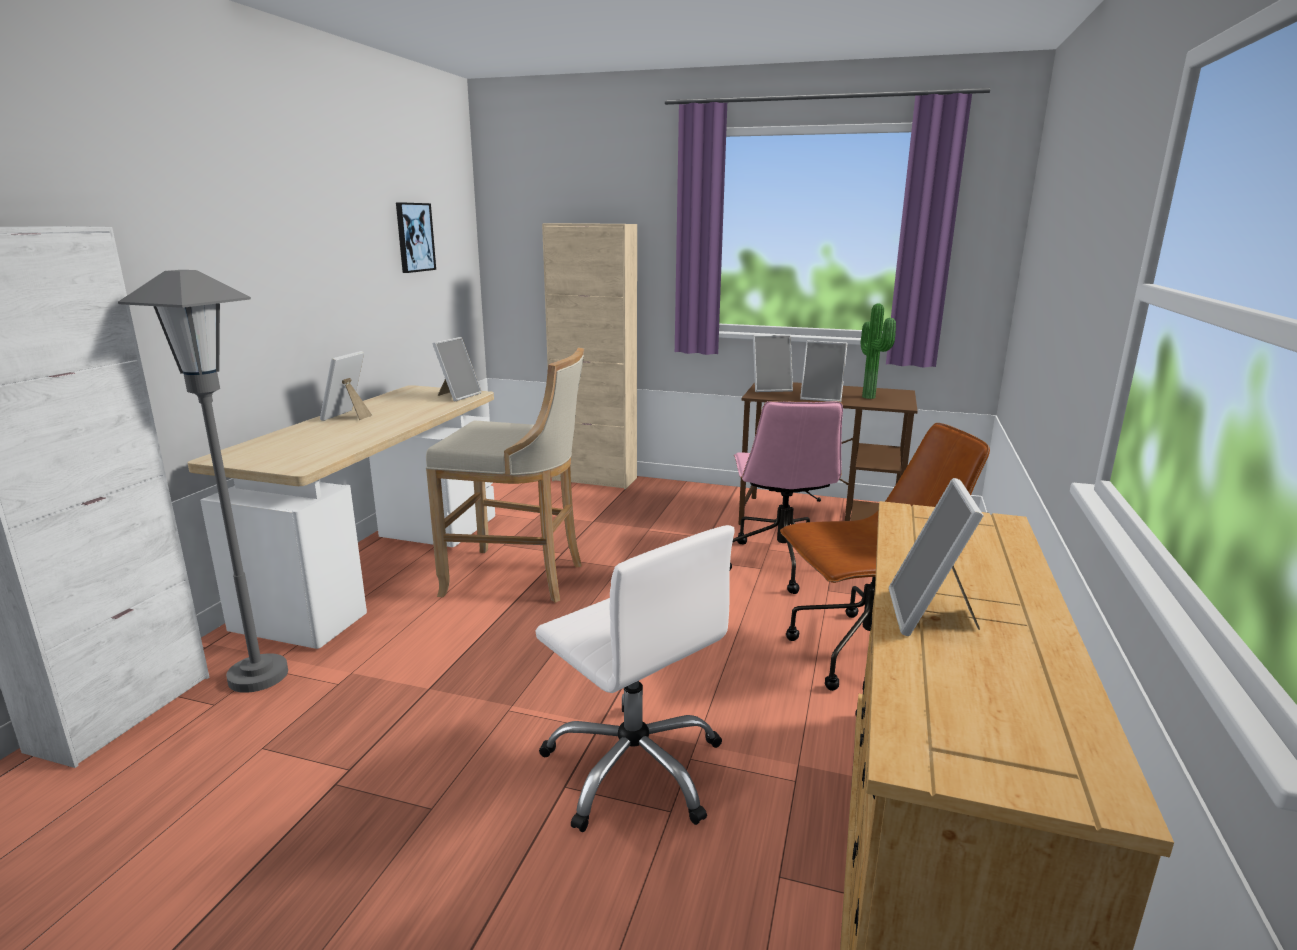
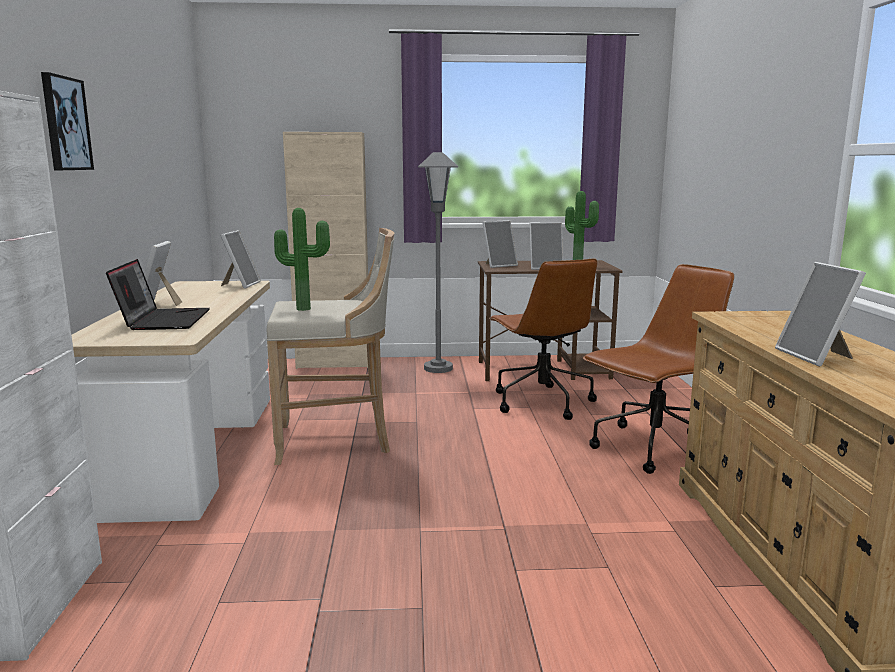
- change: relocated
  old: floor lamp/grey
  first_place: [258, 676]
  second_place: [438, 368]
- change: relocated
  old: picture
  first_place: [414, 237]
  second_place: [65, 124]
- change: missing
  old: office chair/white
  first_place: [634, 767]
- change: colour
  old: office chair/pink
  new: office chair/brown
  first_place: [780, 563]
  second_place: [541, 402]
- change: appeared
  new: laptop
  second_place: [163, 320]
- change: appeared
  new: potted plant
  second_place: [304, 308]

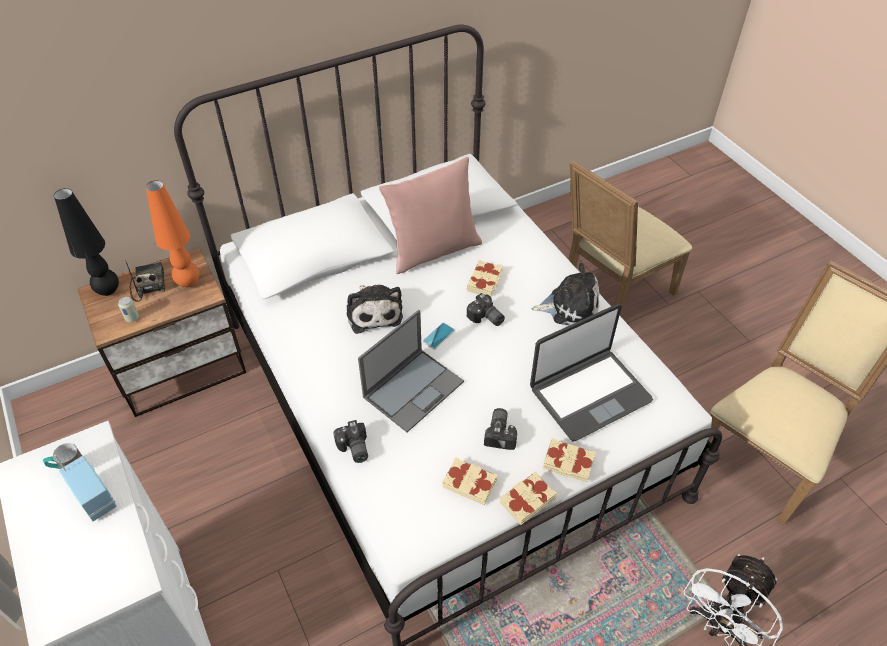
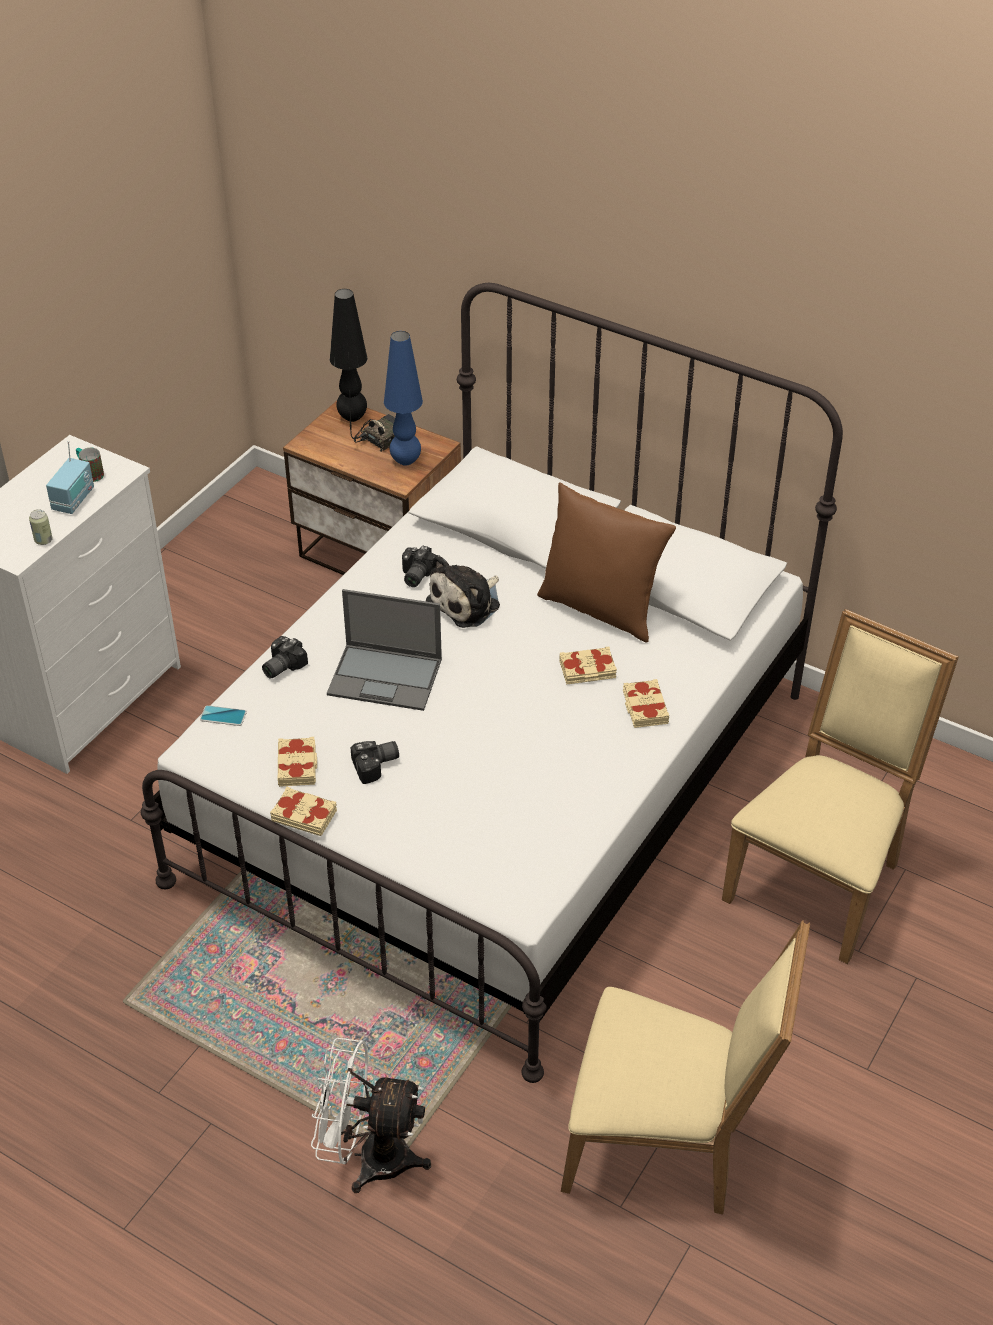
- change: relocated
  old: can
  first_place: [132, 318]
  second_place: [43, 540]
- change: colour
  old: table lamp/orange
  new: table lamp/blue
  first_place: [189, 283]
  second_place: [406, 461]
- change: colour
  old: pillow/pink
  new: pillow/brown
  first_place: [433, 250]
  second_place: [600, 608]
- change: relocated
  old: phone
  first_place: [438, 336]
  second_place: [223, 716]
- change: relocated
  old: photo camera
  first_place: [485, 318]
  second_place: [415, 575]
- change: missing
  old: laptop
  first_place: [589, 394]
- change: missing
  old: plush toy
  first_place: [570, 306]
- change: relocated
  old: book/beige
  first_place: [568, 463]
  second_place: [644, 708]
- change: spun
  old: chair/beige
  first_place: [611, 293]
  second_place: [821, 878]
  degrees: 105

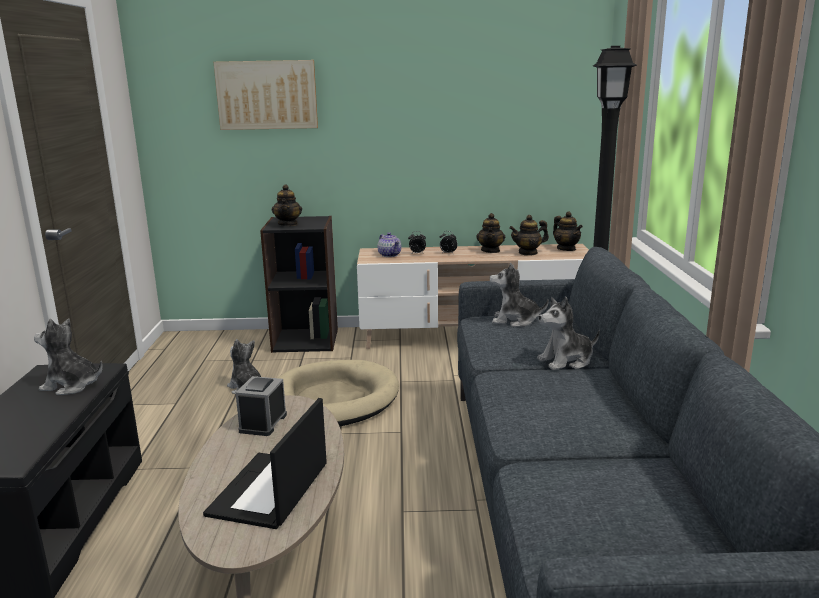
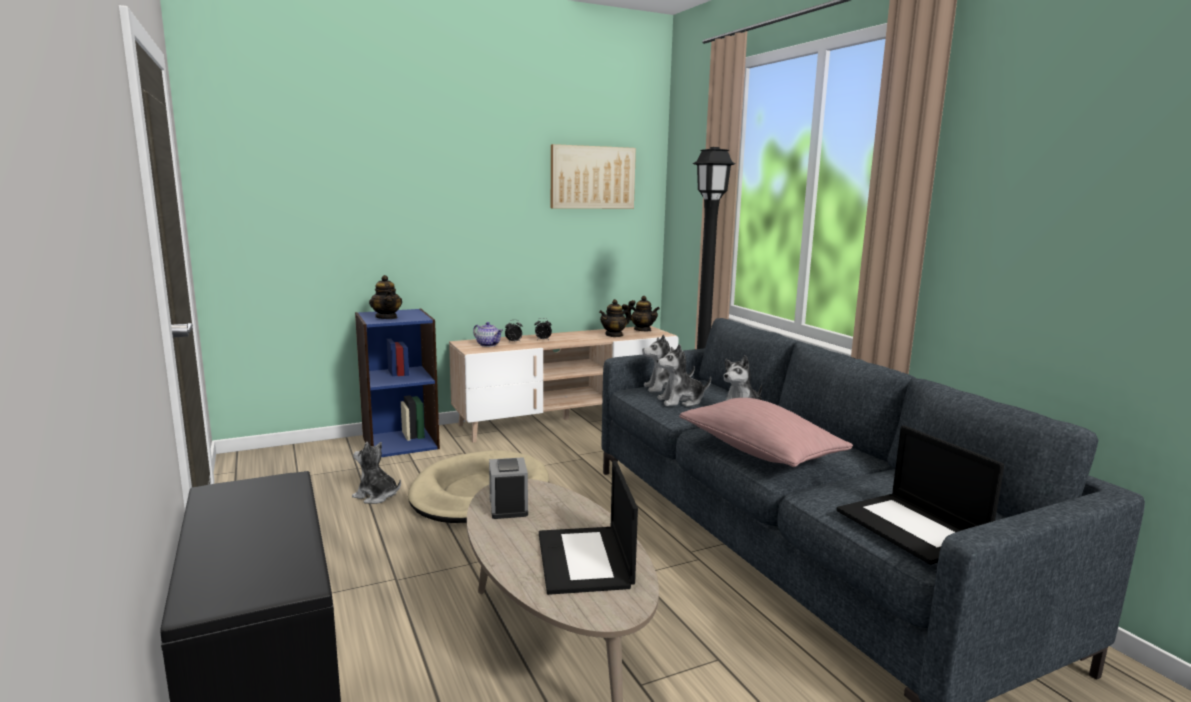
- change: relocated
  old: plush toy
  first_place: [71, 385]
  second_place: [681, 401]
- change: relocated
  old: picture
  first_place: [267, 95]
  second_place: [592, 177]
- change: colour
  old: bookcase/black
  new: bookcase/blue
  first_place: [306, 340]
  second_place: [400, 442]
- change: missing
  old: teapot
  first_place: [490, 250]
- change: appeared
  new: pillow/pink
  second_place: [759, 452]
- change: appeared
  new: laptop
  second_place: [912, 528]

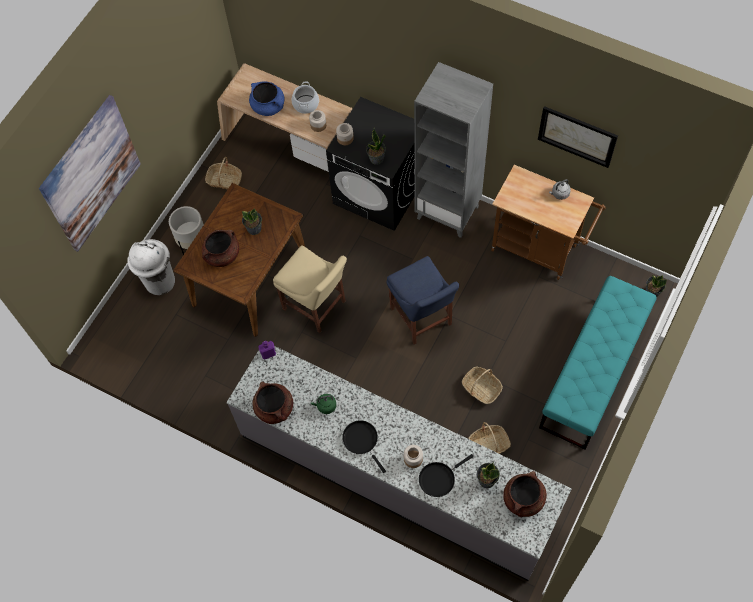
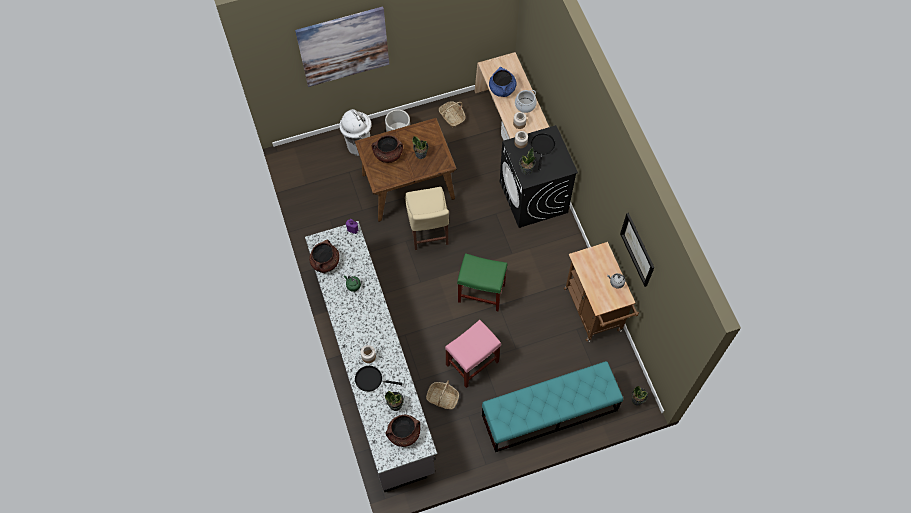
- change: relocated
  old: frying pan/black
  first_place: [362, 441]
  second_place: [542, 147]
- change: exchanged
  old: chair/blue
  new: stool/green
  first_place: [422, 319]
  second_place: [480, 293]
- change: missing
  old: bookcase/grey
  first_place: [448, 212]
- change: exchanged
  old: basket
  new: stool/pink
  first_place: [481, 388]
  second_place: [472, 362]

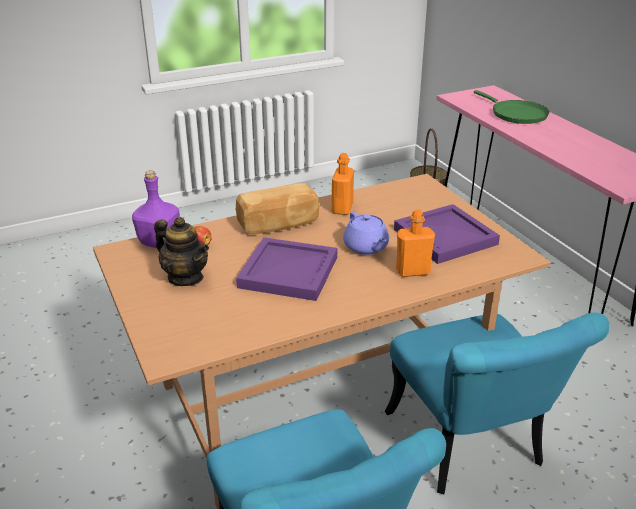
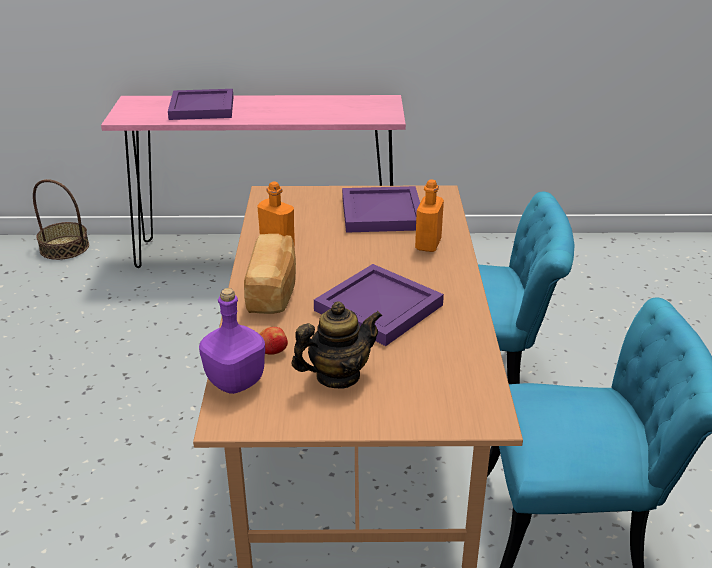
- change: missing
  old: teapot/purple
  first_place: [366, 247]
- change: exchanged
  old: frying pan/green
  new: tray/purple
  first_place: [516, 114]
  second_place: [203, 108]

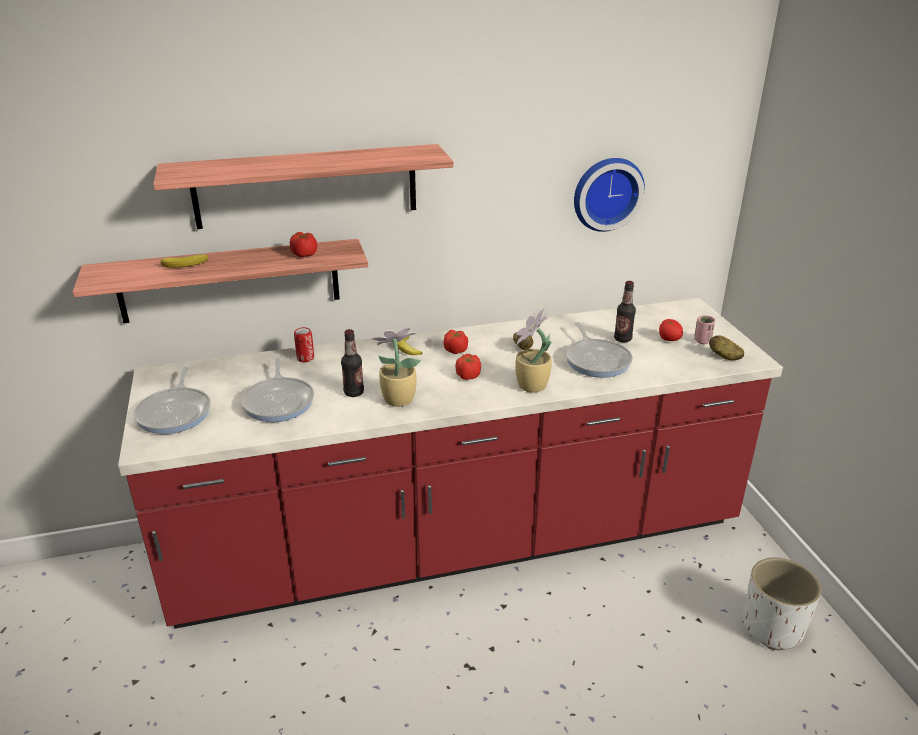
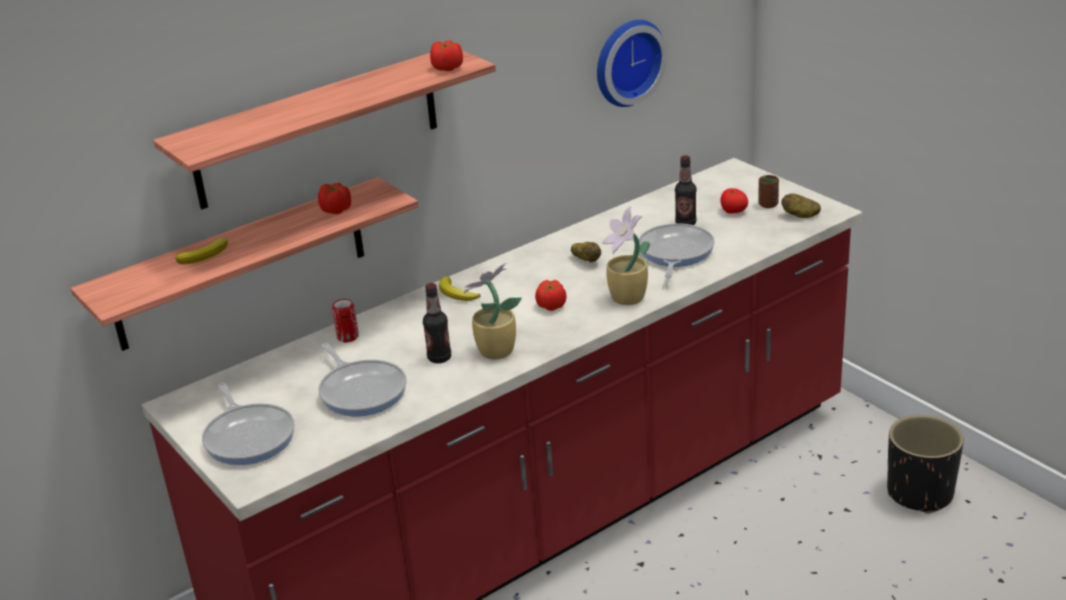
- change: relocated
  old: tomato
  first_place: [455, 350]
  second_place: [447, 68]
- change: spun
  old: frying pan
  first_place: [596, 360]
  second_place: [675, 253]
  degrees: -135
- change: colour
  old: cup/pink
  new: cup/brown
  first_place: [702, 341]
  second_place: [768, 205]
- change: colour
  old: planter/white
  new: planter/black
  first_place: [773, 628]
  second_place: [920, 493]

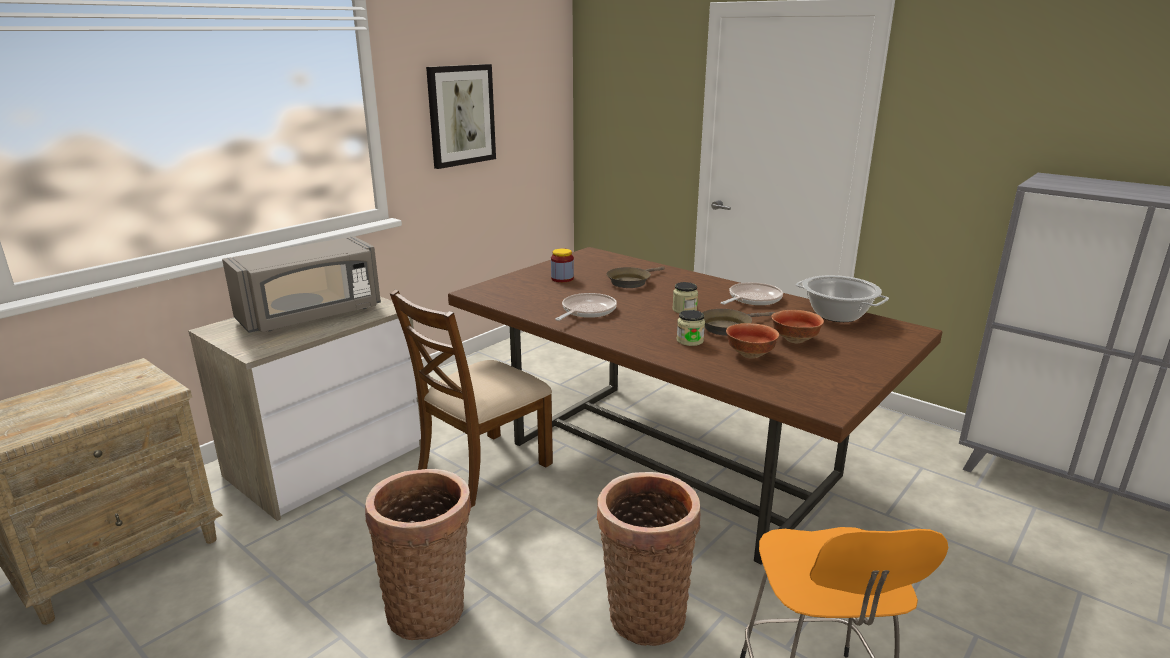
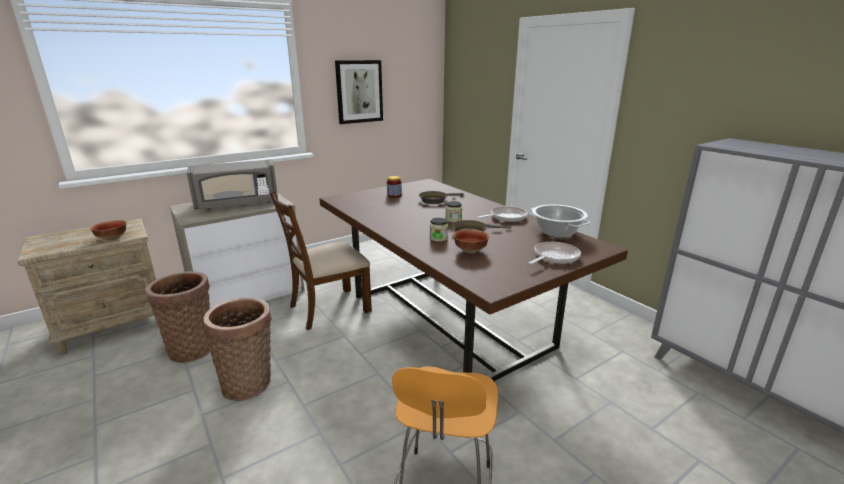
- change: relocated
  old: frying pan
  first_place: [586, 311]
  second_place: [554, 257]
- change: relocated
  old: basket
  first_place: [644, 612]
  second_place: [192, 348]
- change: relocated
  old: bowl
  first_place: [794, 340]
  second_place: [111, 238]

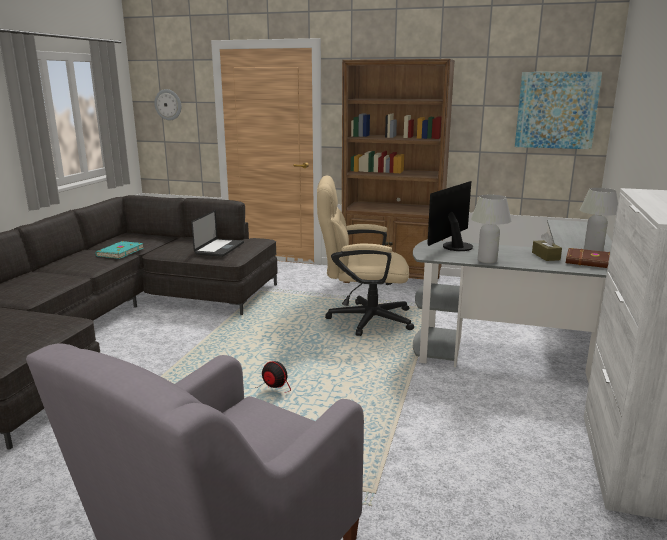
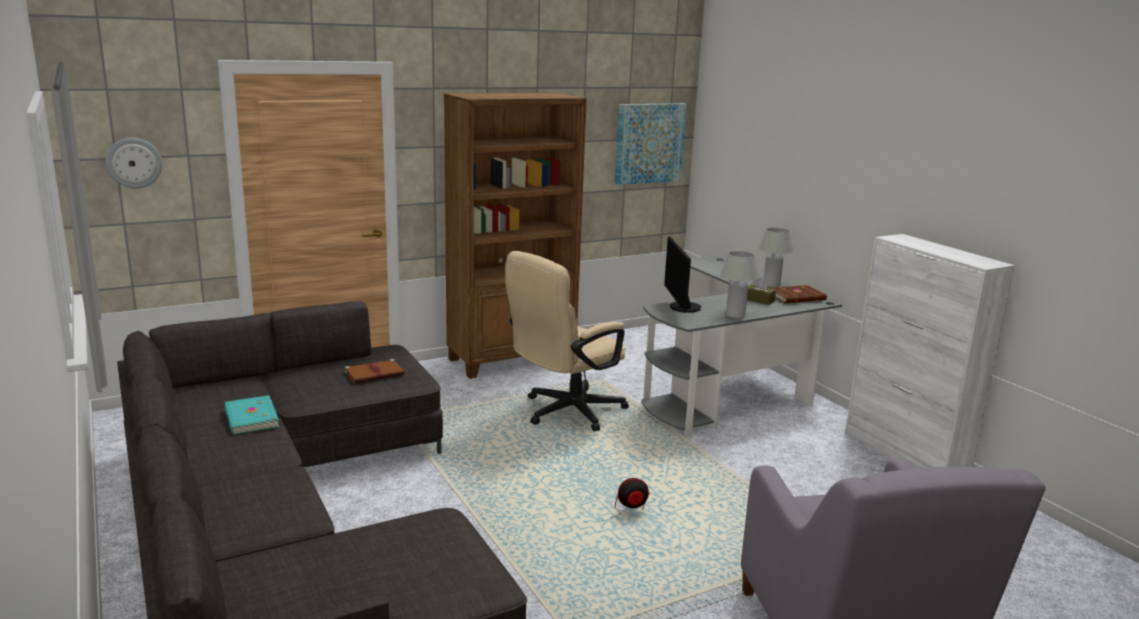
- change: exchanged
  old: laptop
  new: book/brown
  first_place: [219, 248]
  second_place: [375, 374]

